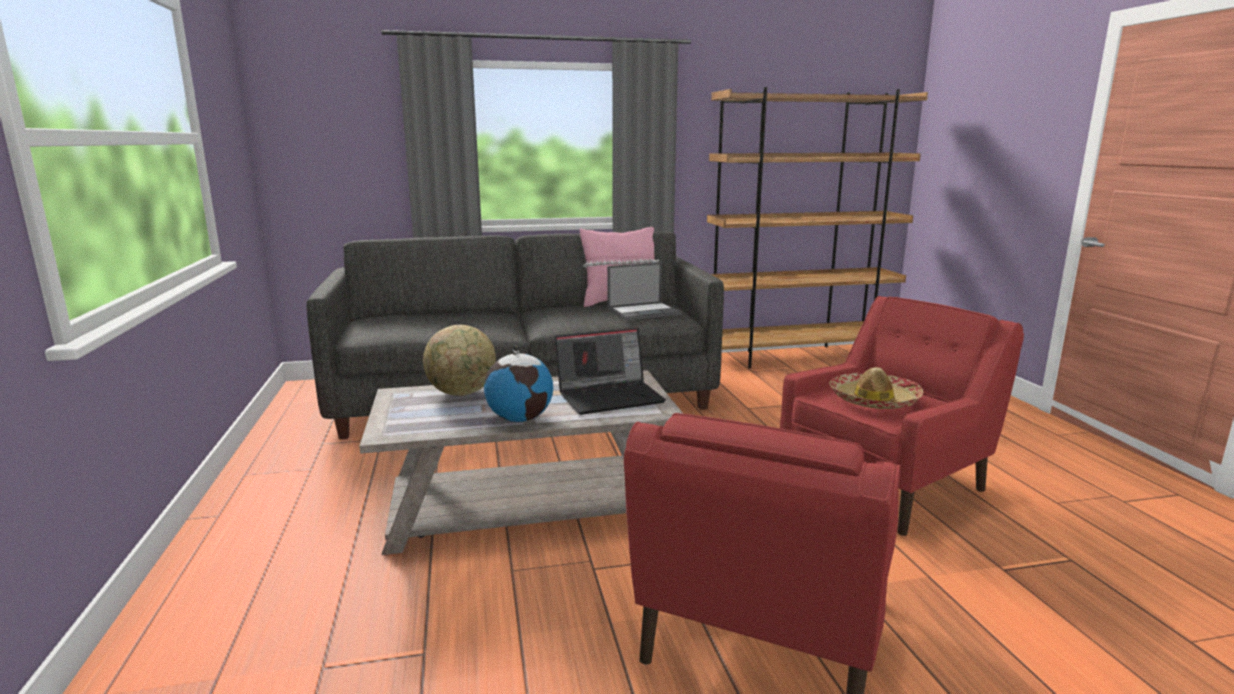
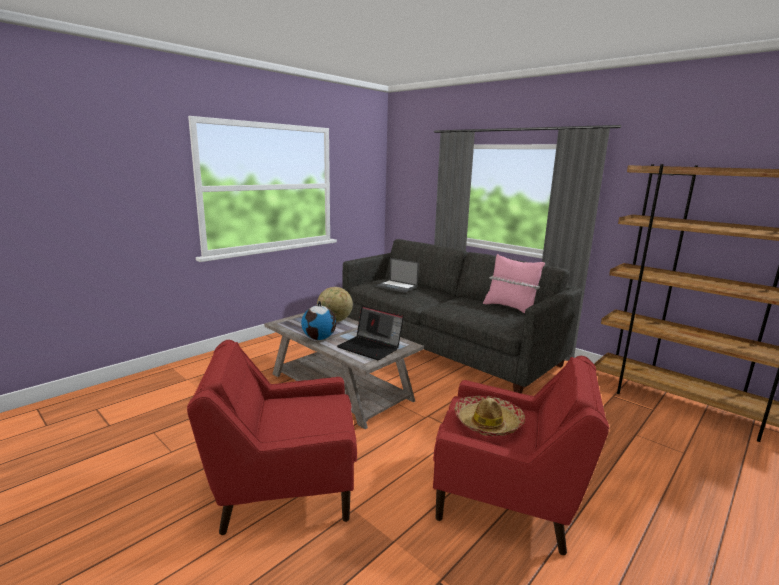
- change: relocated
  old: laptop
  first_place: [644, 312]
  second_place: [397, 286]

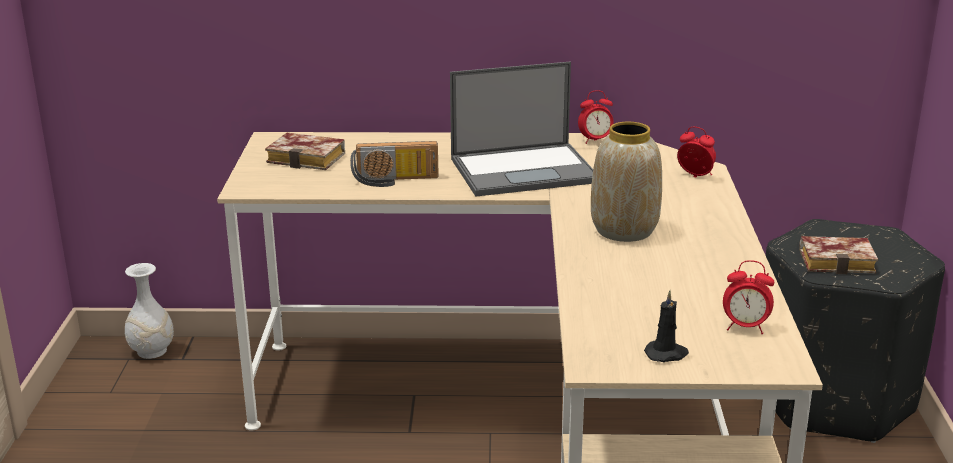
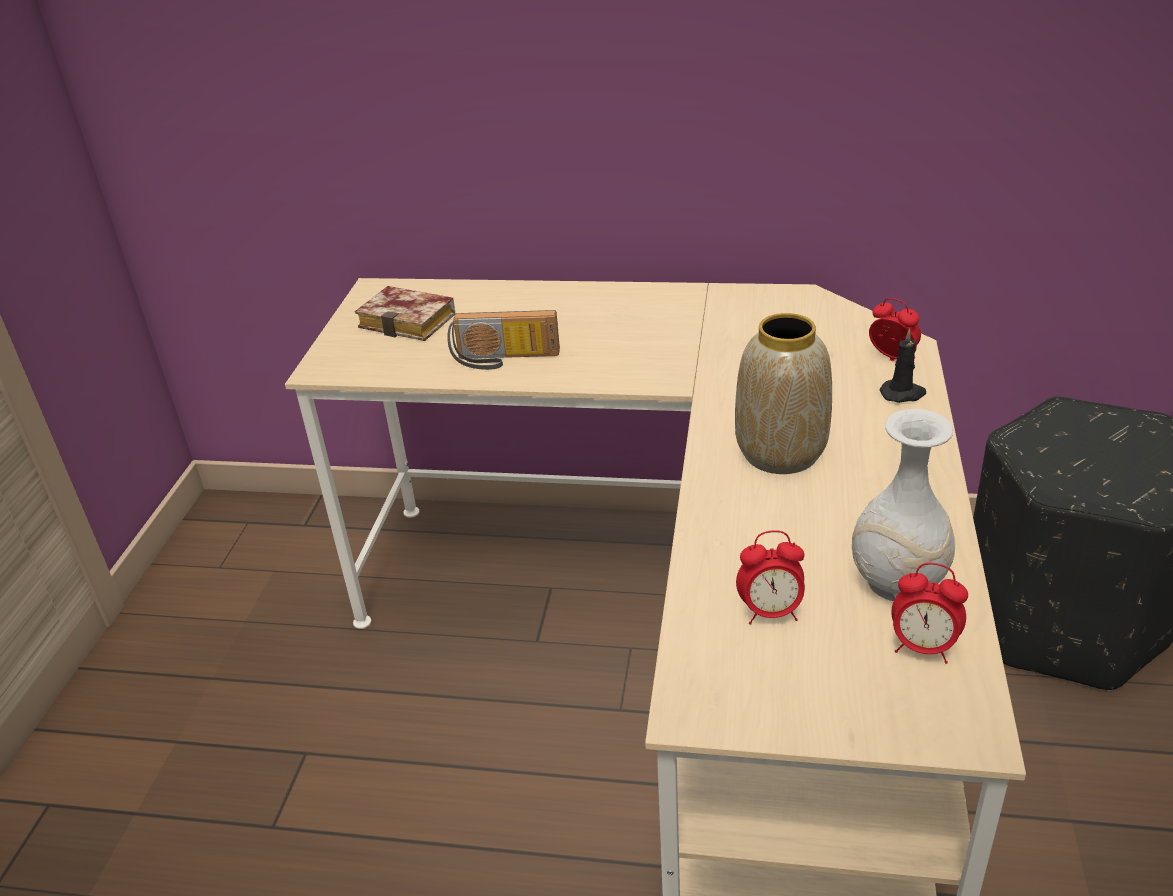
- change: relocated
  old: vase/white
  first_place: [151, 351]
  second_place: [896, 582]
- change: missing
  old: laptop
  first_place: [525, 170]
- change: relocated
  old: alarm clock
  first_place: [595, 140]
  second_place: [770, 612]
- change: relocated
  old: candle/black
  first_place: [666, 354]
  second_place: [903, 394]
- change: missing
  old: book
  first_place: [839, 261]

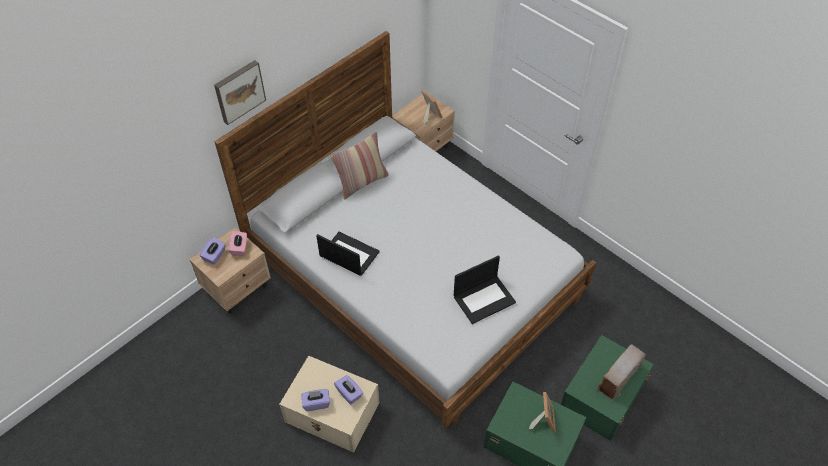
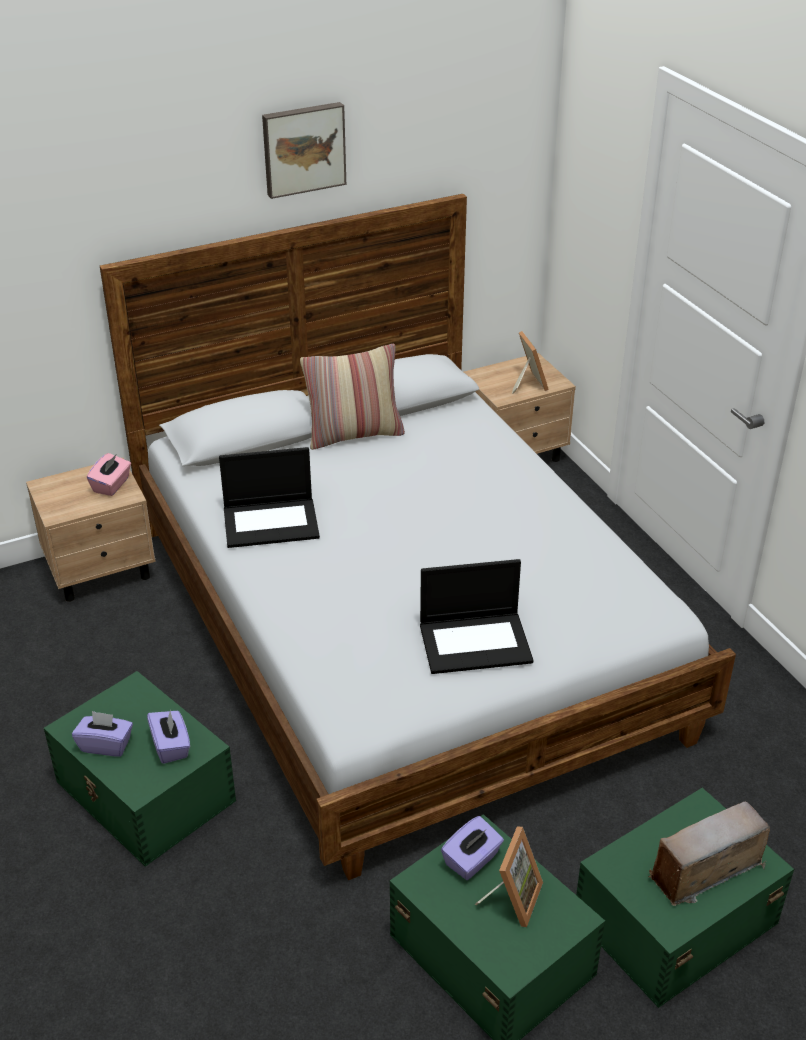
- change: relocated
  old: tissue box/purple
  first_place: [215, 256]
  second_place: [472, 860]
- change: relocated
  old: picture
  first_place: [239, 91]
  second_place: [303, 148]
- change: colour
  old: storage box/beige
  new: storage box/green
  first_place: [333, 413]
  second_place: [146, 793]
- change: spun
  old: laptop
  first_place: [348, 254]
  second_place: [272, 522]
  degrees: 120

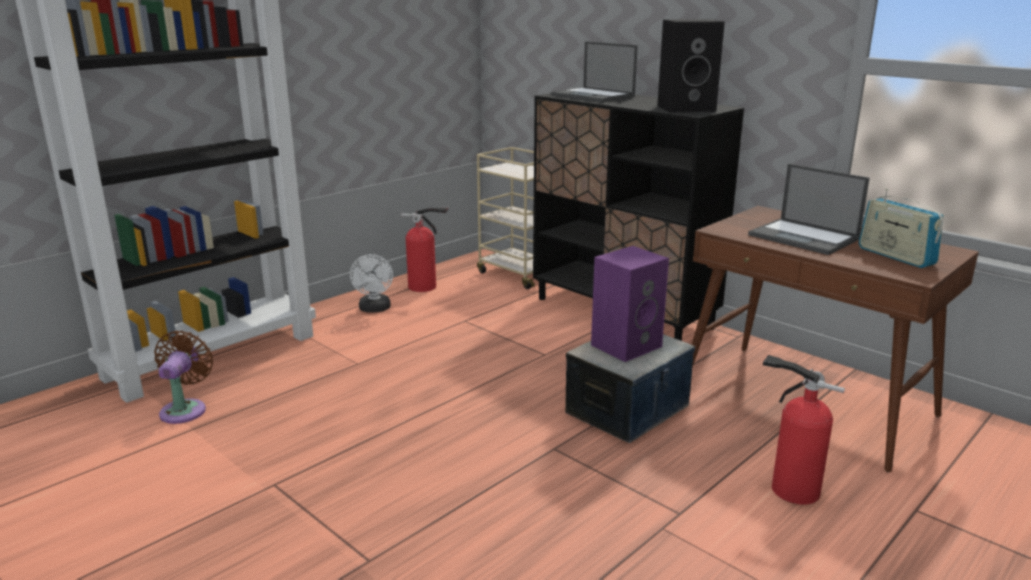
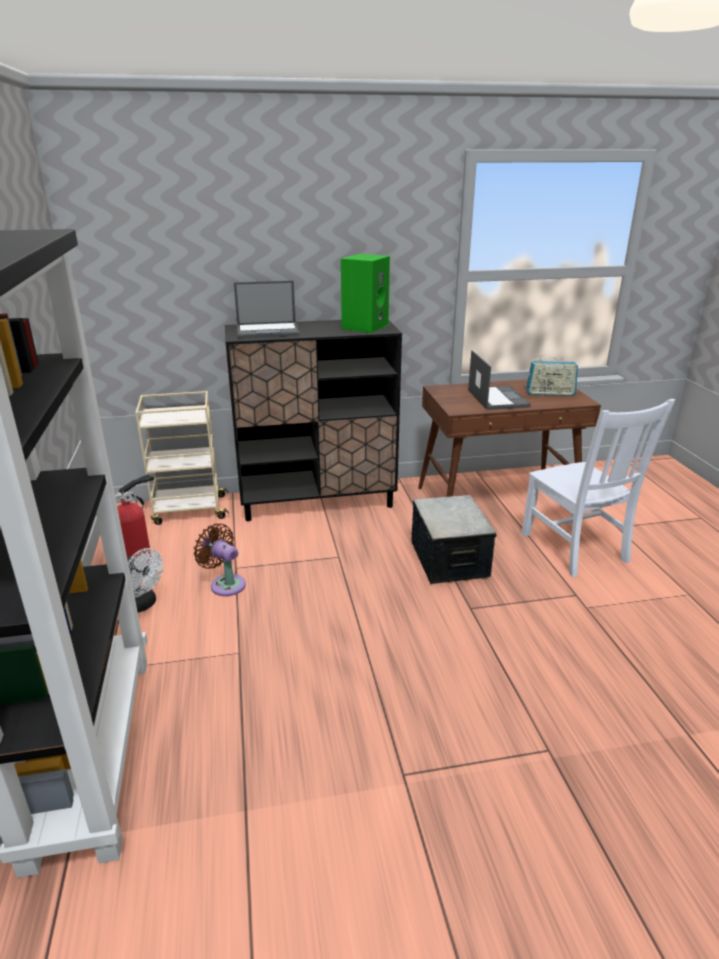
- change: relocated
  old: fan/brown
  first_place: [185, 409]
  second_place: [225, 584]
- change: missing
  old: speaker/purple
  first_place: [626, 345]
- change: colour
  old: speaker/black
  new: speaker/green
  first_place: [687, 108]
  second_place: [364, 326]
- change: spun
  old: laptop
  first_place: [804, 237]
  second_place: [497, 398]
  degrees: -90
- change: exchanged
  old: fire extinguisher
  new: chair/white
  first_place: [790, 488]
  second_place: [576, 549]

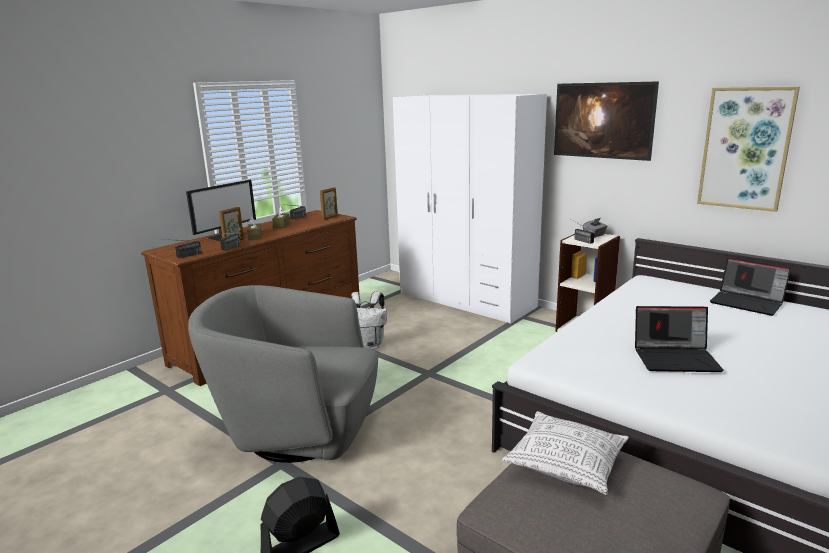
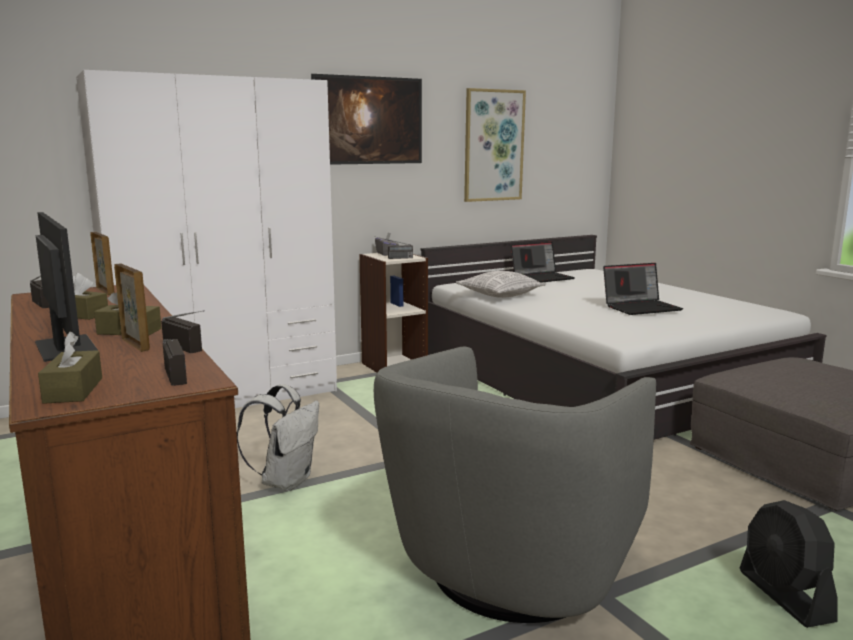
- change: relocated
  old: pillow
  first_place: [566, 464]
  second_place: [500, 295]
- change: spun
  old: laptop
  first_place: [676, 358]
  second_place: [641, 307]
  degrees: 45
- change: appeared
  new: tissue box/brown
  second_place: [73, 390]

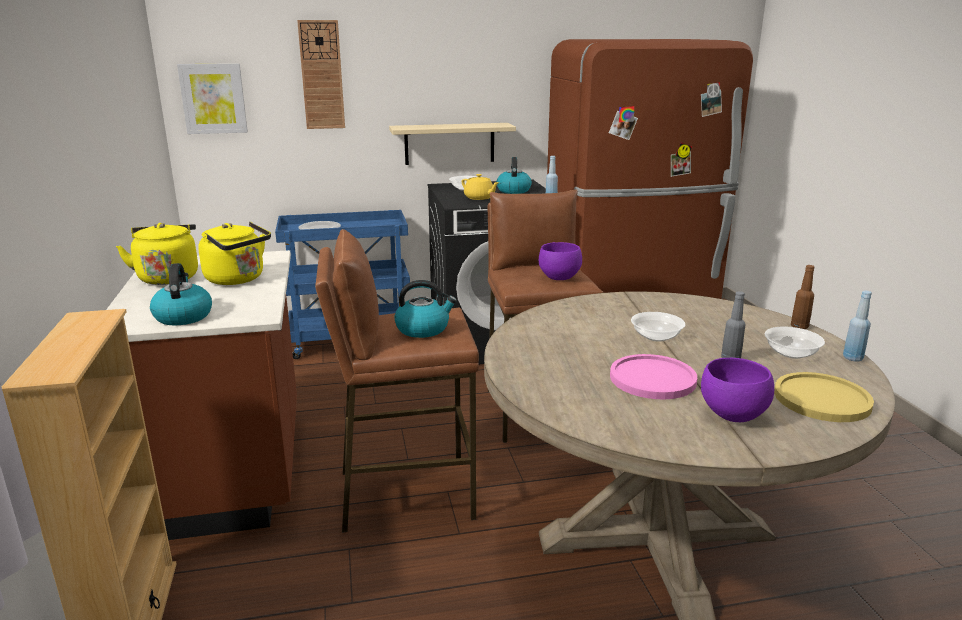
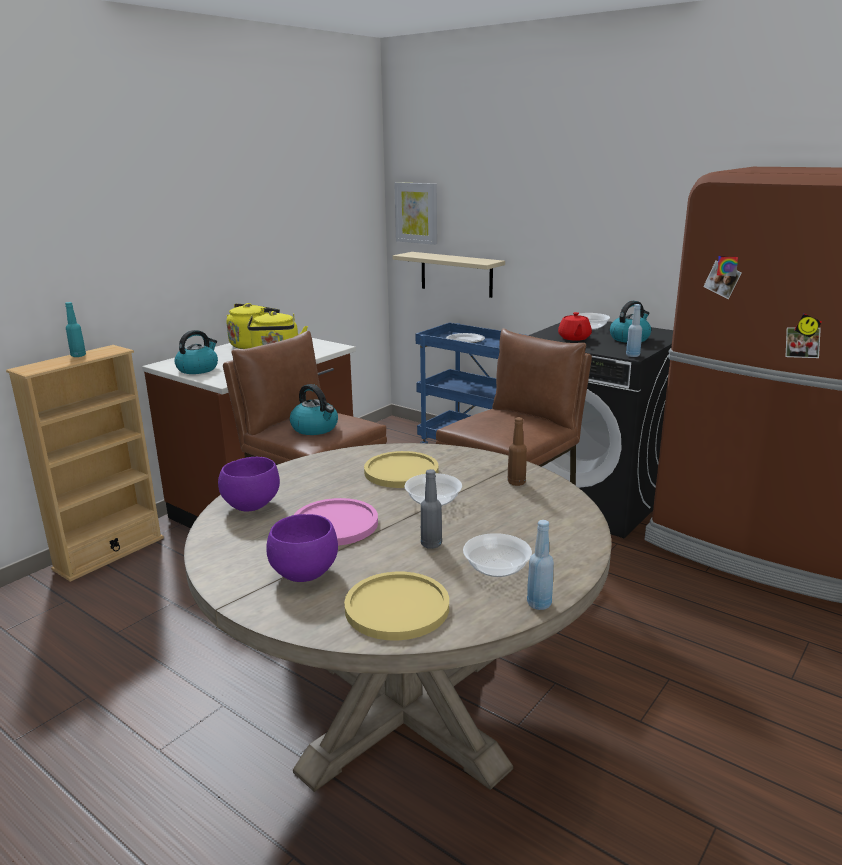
- change: missing
  old: wall clock
  first_place: [322, 75]
- change: relocated
  old: shelf/beige
  first_place: [449, 143]
  second_place: [456, 274]
- change: colour
  old: teapot/yellow
  new: teapot/red
  first_place: [479, 198]
  second_place: [574, 338]
- change: relocated
  old: bowl/purple
  first_place: [558, 278]
  second_place: [250, 505]
- change: relocated
  old: bottle/brown
  first_place: [799, 327]
  second_place: [516, 482]
- change: appeared
  new: bottle/turquoise
  second_place: [78, 355]
- change: appeared
  new: plate/yellow
  second_place: [401, 471]

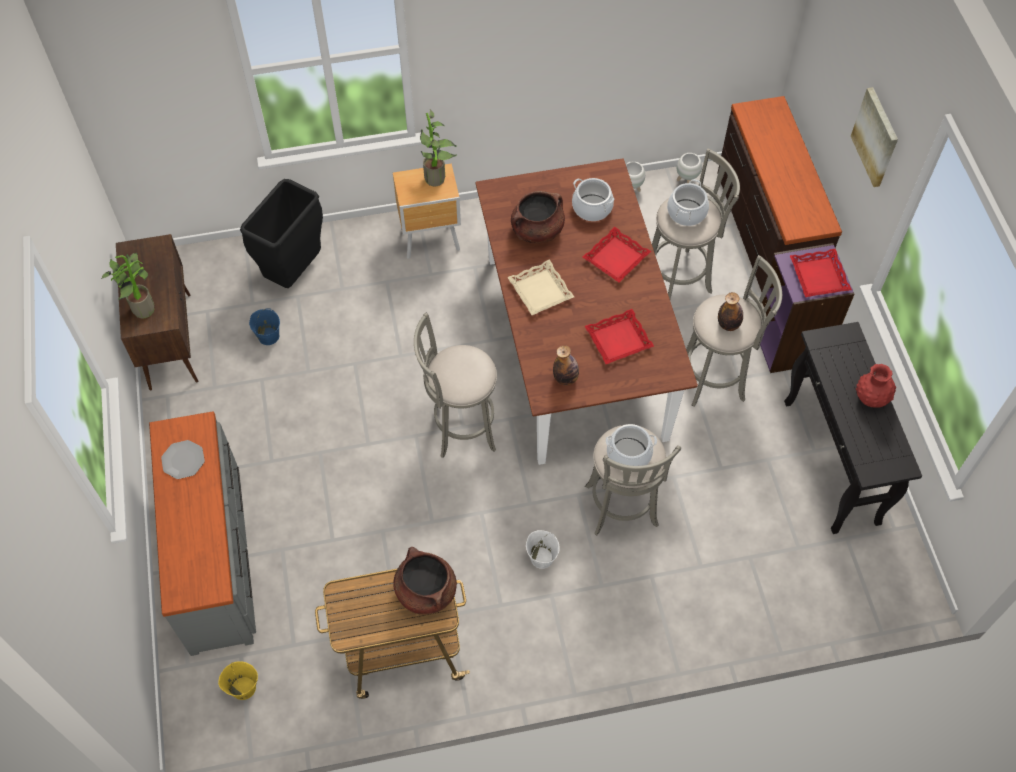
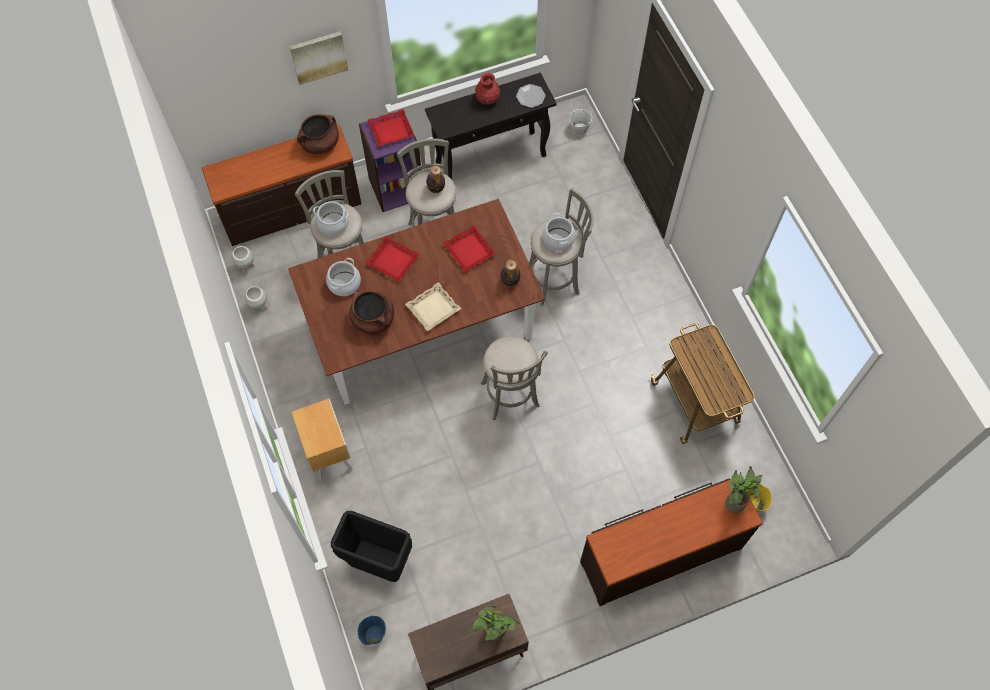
- change: colour
  old: dresser/grey
  new: dresser/brown
  first_place: [216, 556]
  second_place: [660, 553]
- change: relocated
  old: plate
  first_place: [183, 460]
  second_place: [530, 96]
- change: relocated
  old: bucket/blue
  first_place: [268, 336]
  second_place: [373, 635]
- change: relocated
  old: cooking pot/brown
  first_place: [425, 591]
  second_place: [320, 144]
- change: relocated
  old: potted plant
  first_place: [438, 179]
  second_place: [733, 501]
- change: relocated
  old: bucket/white
  first_place: [541, 557]
  second_place: [579, 129]

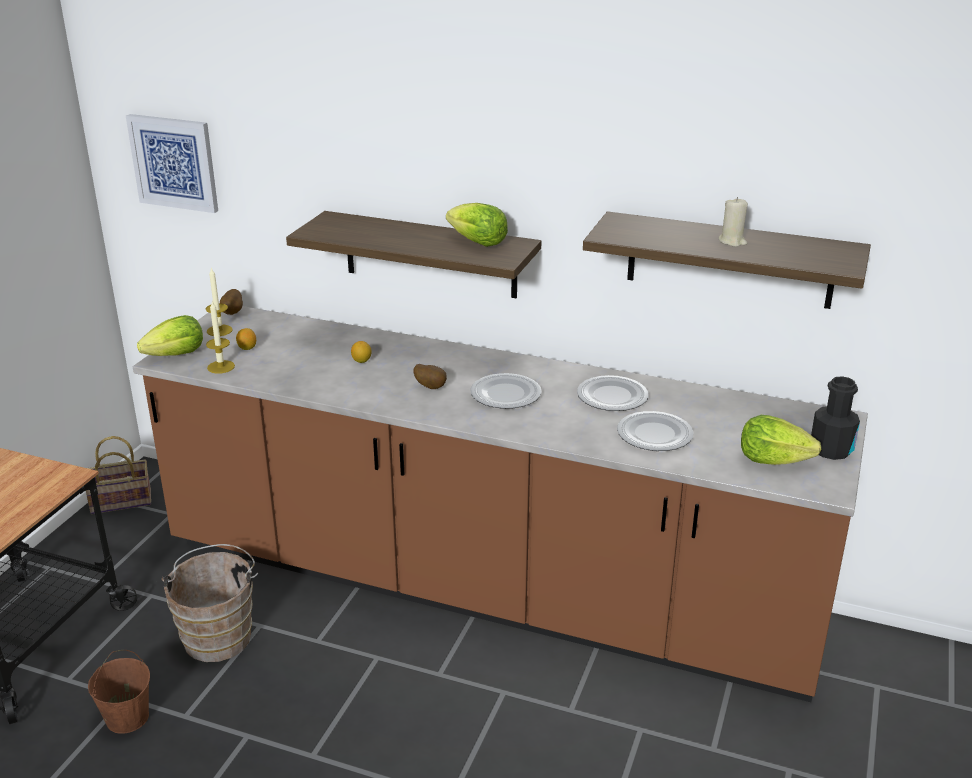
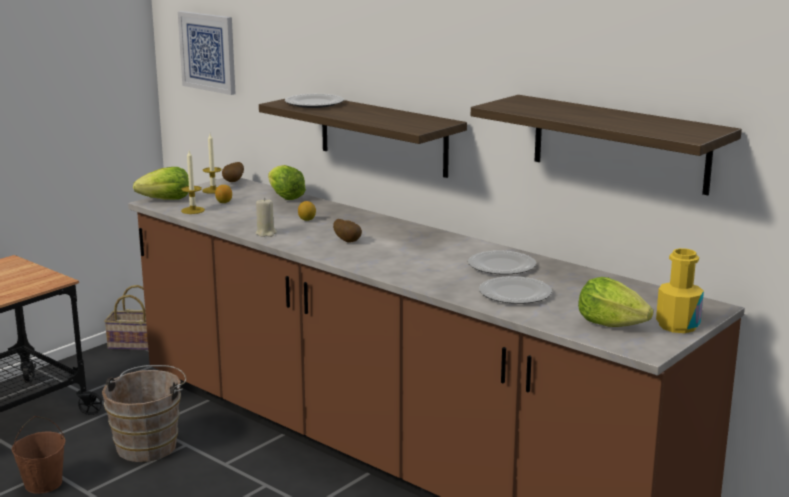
- change: relocated
  old: lettuce
  first_place: [478, 243]
  second_place: [285, 197]
- change: relocated
  old: plate
  first_place: [505, 394]
  second_place: [314, 103]
- change: relocated
  old: candle/beige
  first_place: [732, 241]
  second_place: [266, 233]
- change: colour
  old: bottle/black
  new: bottle/yellow
  first_place: [831, 449]
  second_place: [677, 325]

